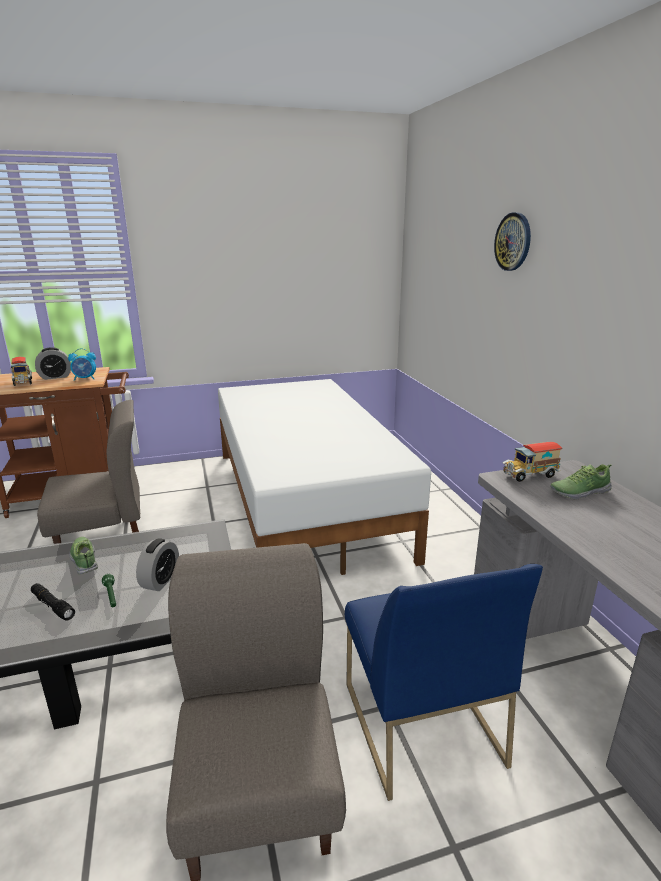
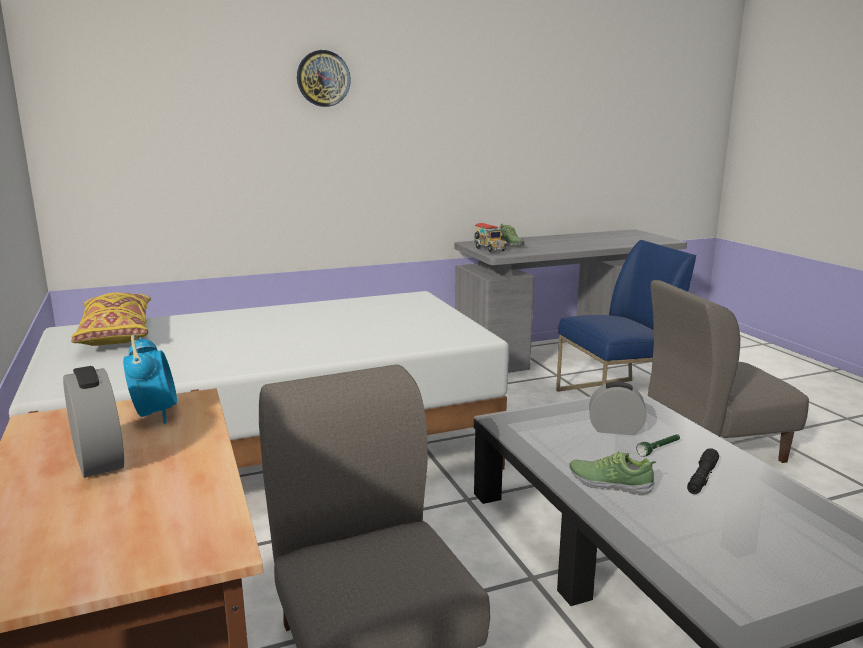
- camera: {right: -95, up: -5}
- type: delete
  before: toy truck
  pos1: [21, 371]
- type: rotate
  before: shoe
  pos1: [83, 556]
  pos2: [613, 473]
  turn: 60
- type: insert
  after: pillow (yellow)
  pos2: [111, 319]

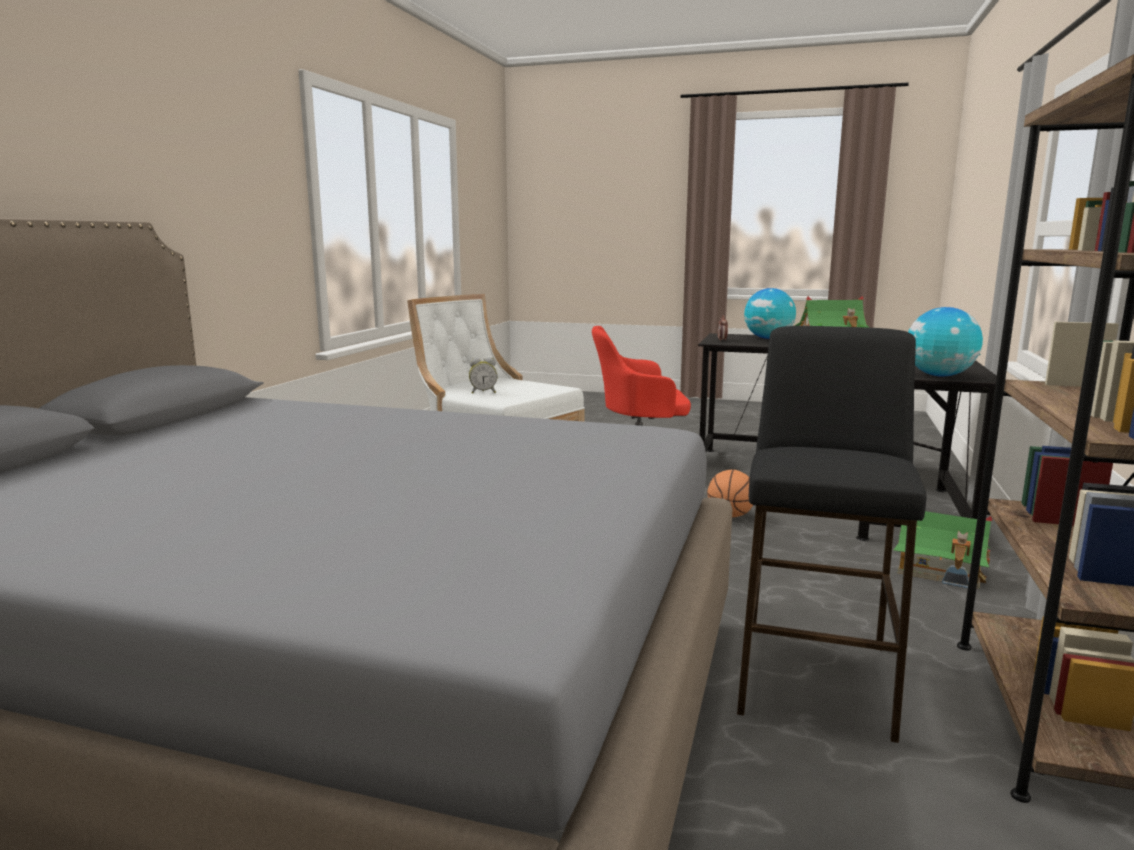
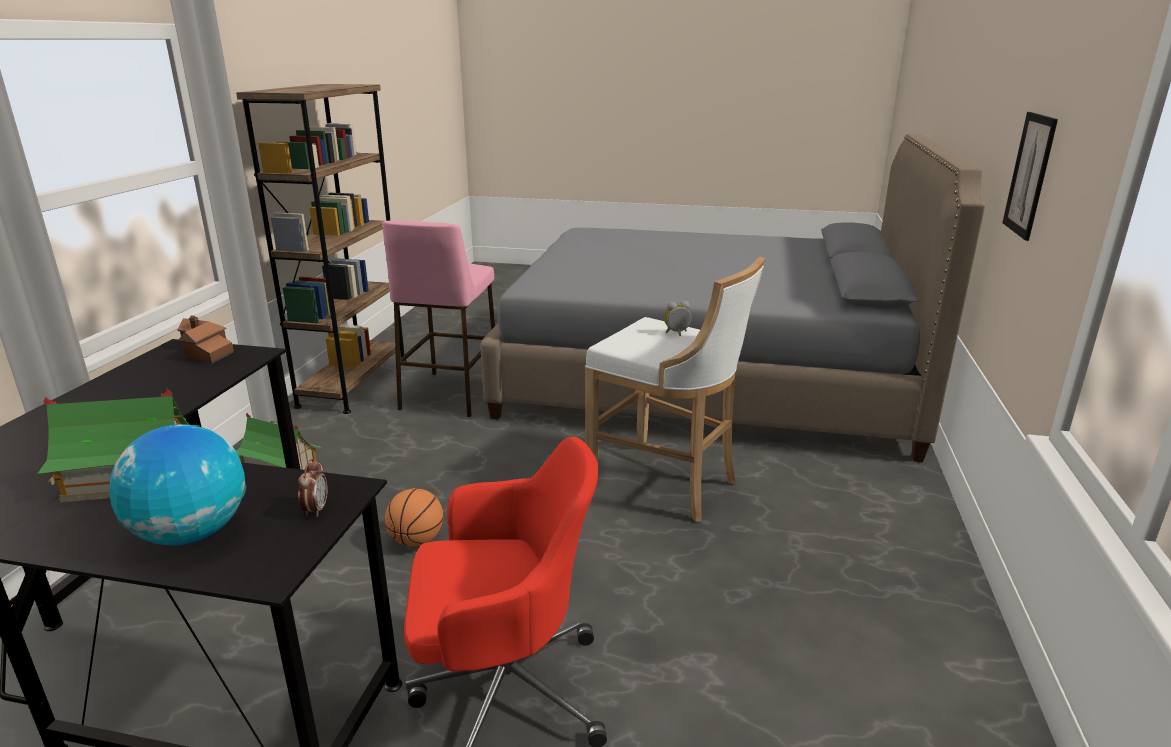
- camera: {right: 175, up: 10}
- type: replace
  before: globe
  after: toy house
  pos1: [945, 342]
  pos2: [205, 339]
- type: recolor
  before: stool (black)
  after: stool (pink)
  pos1: [831, 534]
  pos2: [438, 318]
- type: insert
  after: picture
  pos2: [1030, 176]

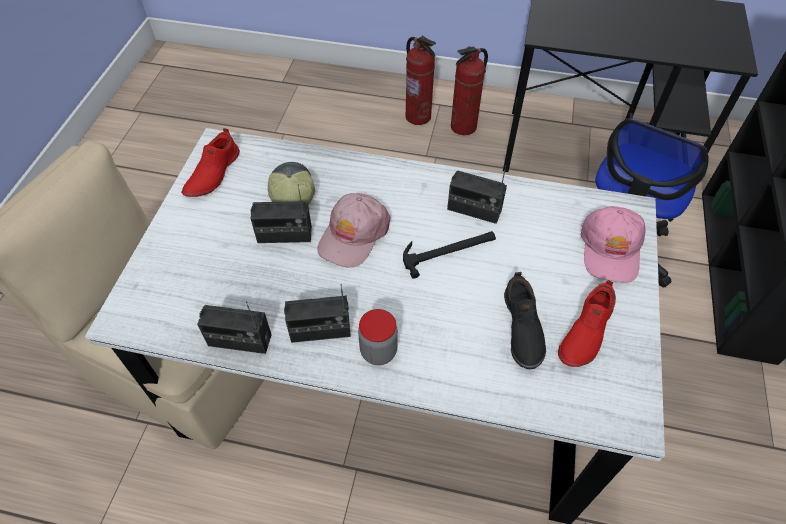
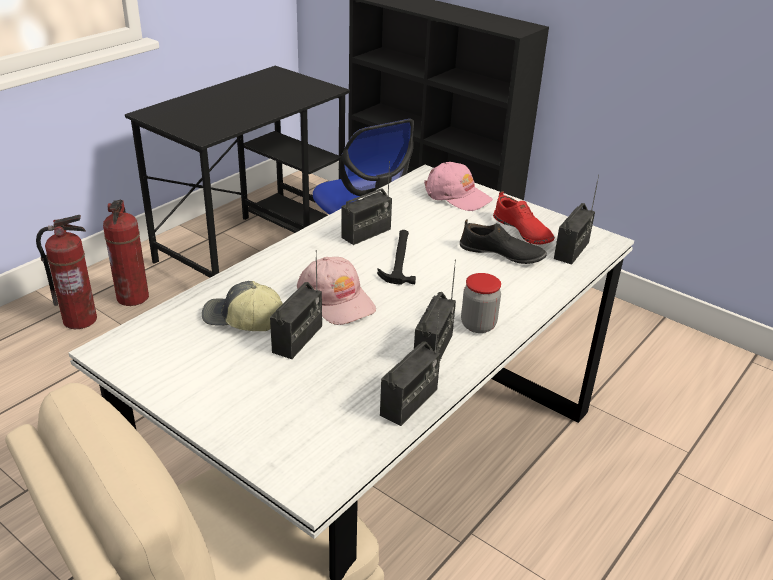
- camera: {right: -65, up: -20}
- type: delete
  before: shoe (red)
  pos1: [210, 162]
- type: insert
  after: radio
  pos2: [576, 220]

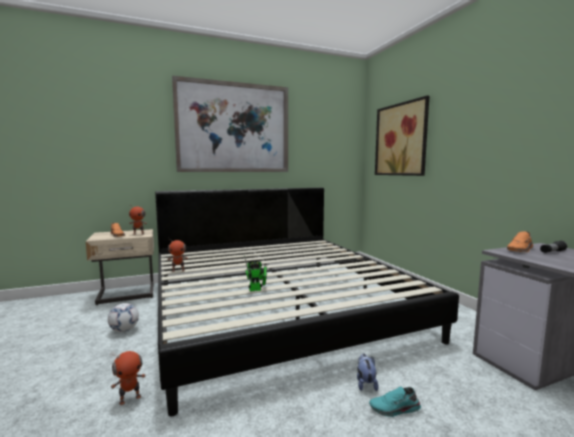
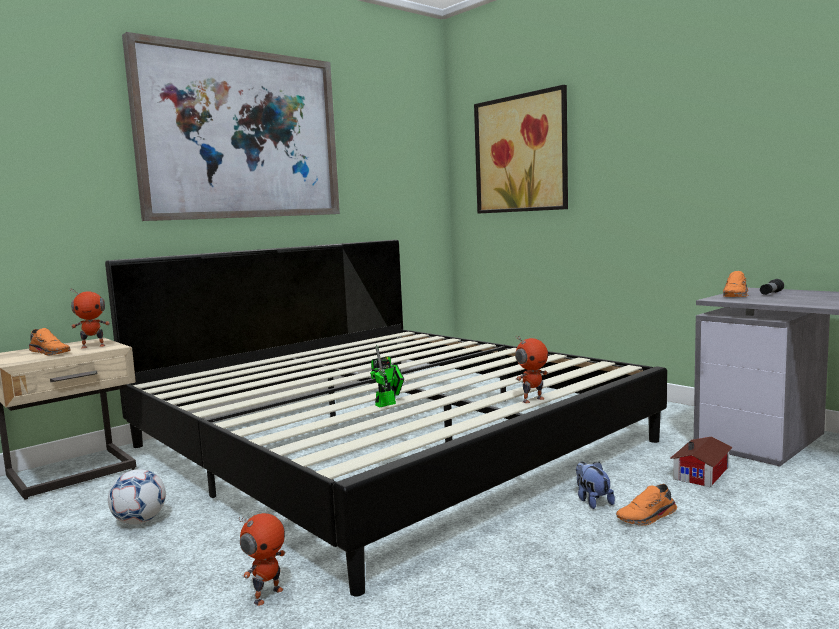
- camera: {right: -20, up: 0}
- type: move
  before: toy robot
  pos1: [177, 255]
  pos2: [531, 369]
- type: recolor
  before: shoe (turquoise)
  after: shoe (orange)
  pos1: [395, 401]
  pos2: [646, 505]
- type: insert
  after: toy house
  pos2: [701, 462]

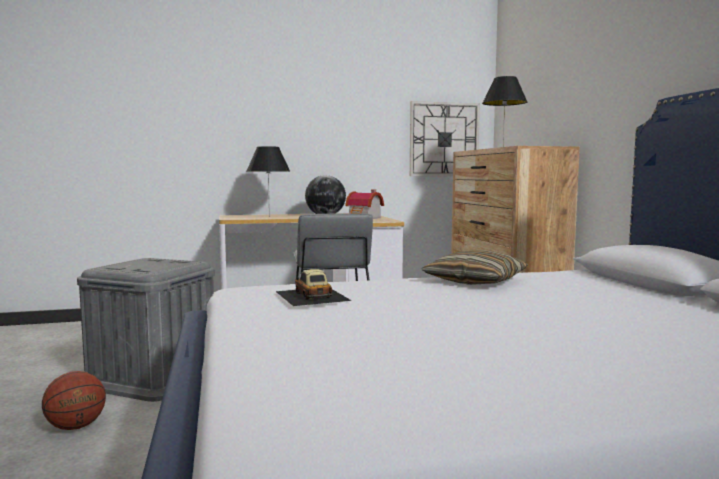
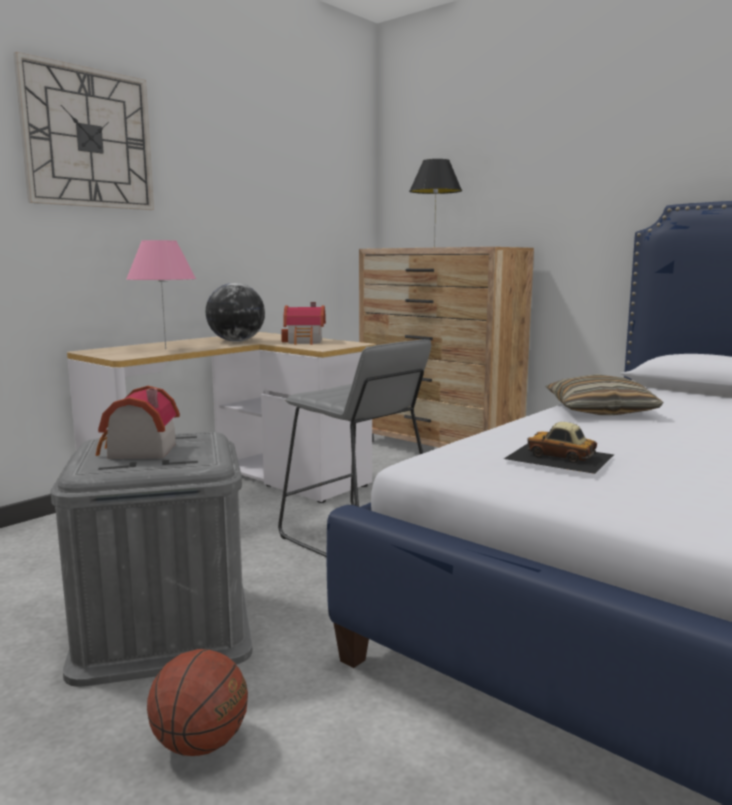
- camera: {right: -35, up: 5}
- type: move
  before: wall clock
  pos1: [445, 138]
  pos2: [84, 131]
- type: recolor
  before: table lamp (black)
  after: table lamp (pink)
  pos1: [268, 181]
  pos2: [161, 294]
- type: insert
  after: toy house
  pos2: [138, 422]

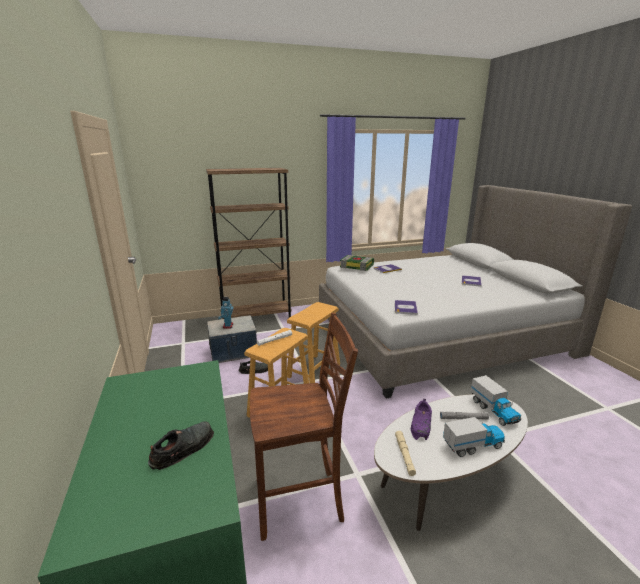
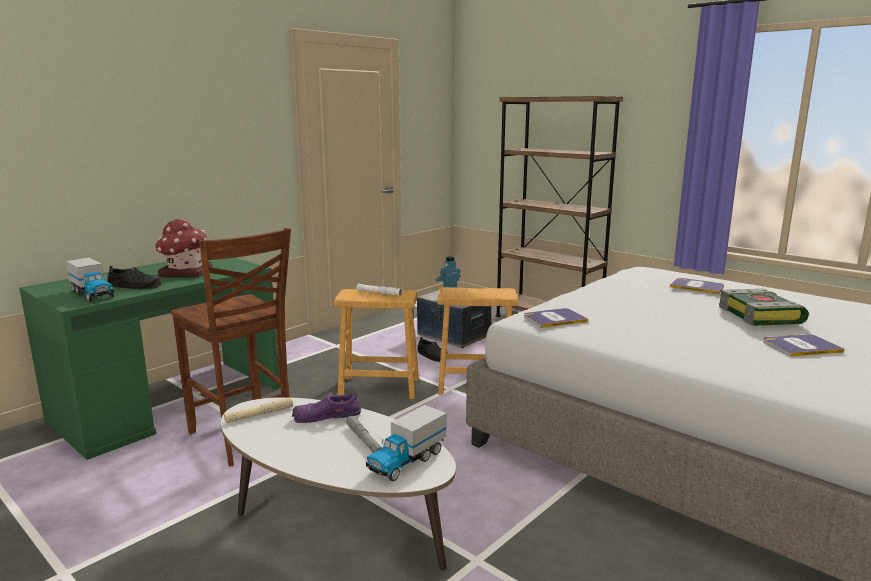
- camera: {right: 60, up: -5}
- type: move
  before: book
  pos1: [357, 263]
  pos2: [764, 307]
- type: move
  before: toy truck
  pos1: [474, 437]
  pos2: [90, 280]
- type: insert
  after: toy house
  pos2: [183, 247]

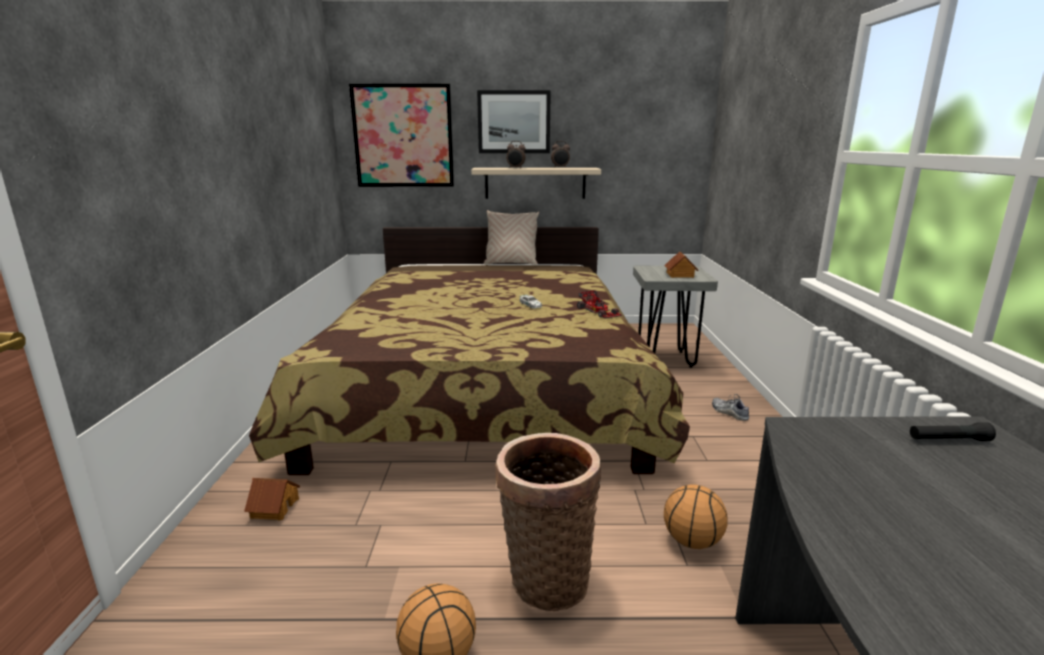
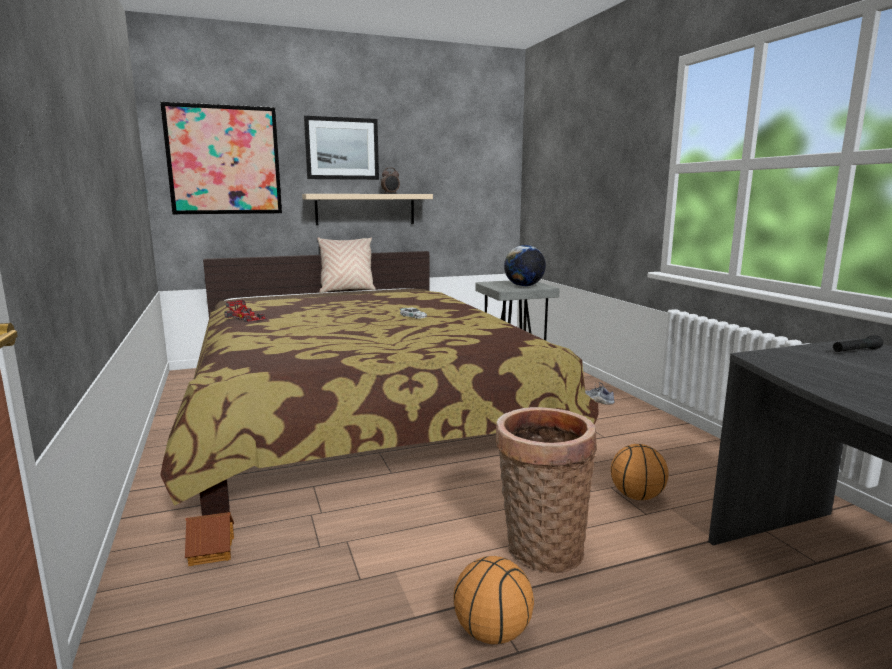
- camera: {right: -20, up: -5}
- type: delete
  before: alarm clock
  pos1: [516, 154]
- type: replace
  before: toy house
  after: globe
  pos1: [681, 264]
  pos2: [525, 266]
- type: move
  before: toy car
  pos1: [599, 304]
  pos2: [245, 311]

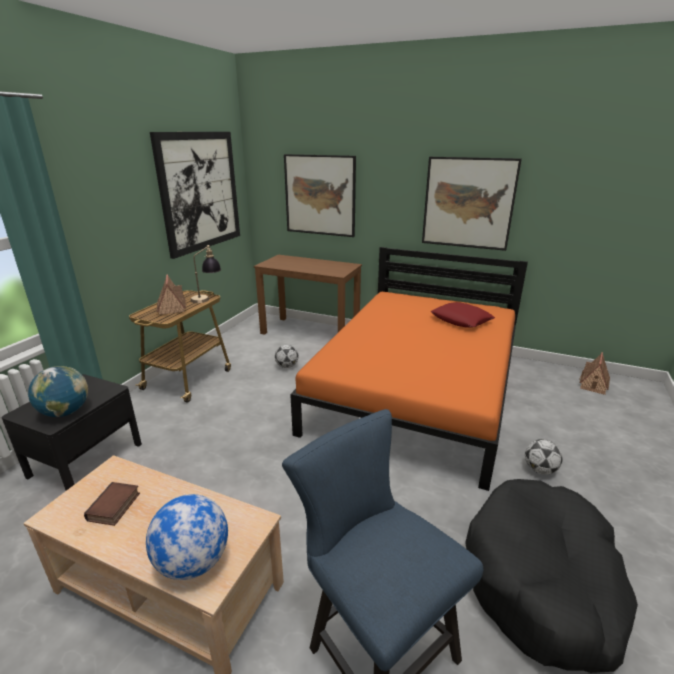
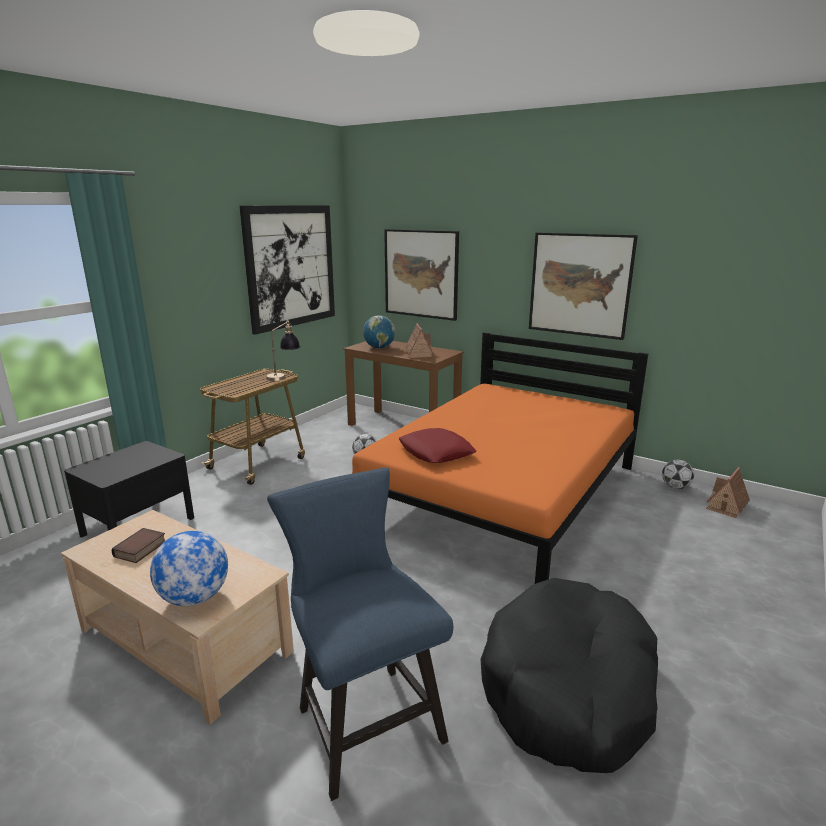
- camera: {right: 10, up: -5}
- type: move
  before: toy house
  pos1: [172, 295]
  pos2: [419, 341]
- type: move
  before: pillow (red)
  pos1: [463, 315]
  pos2: [438, 445]
- type: move
  before: globe
  pos1: [58, 391]
  pos2: [379, 332]
- type: move
  before: football
  pos1: [543, 457]
  pos2: [678, 474]

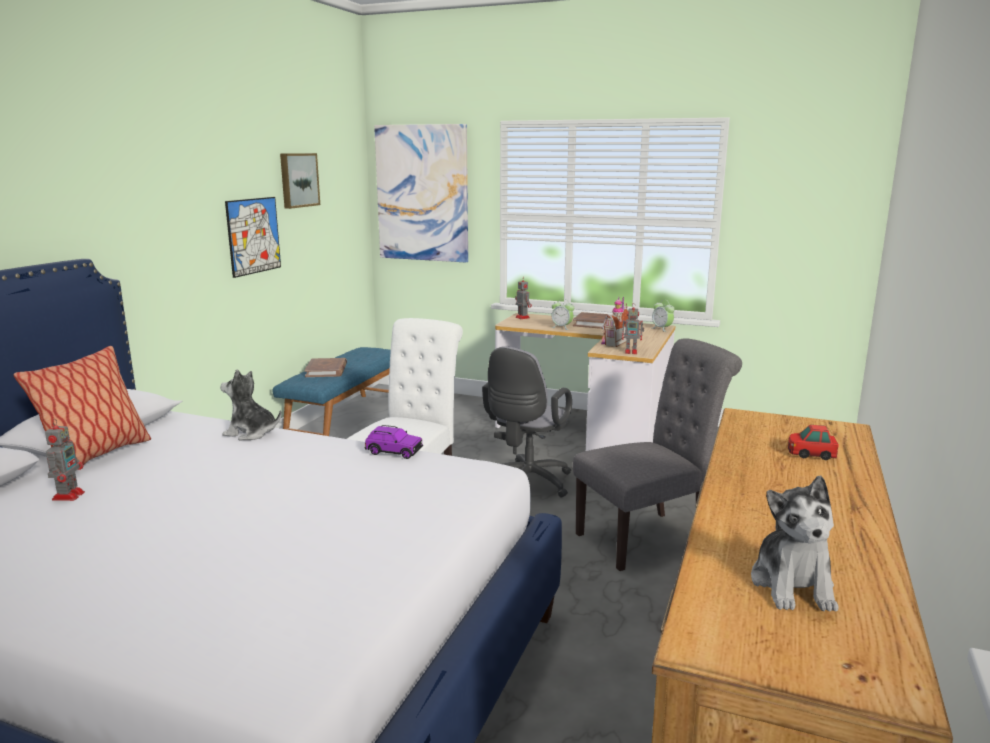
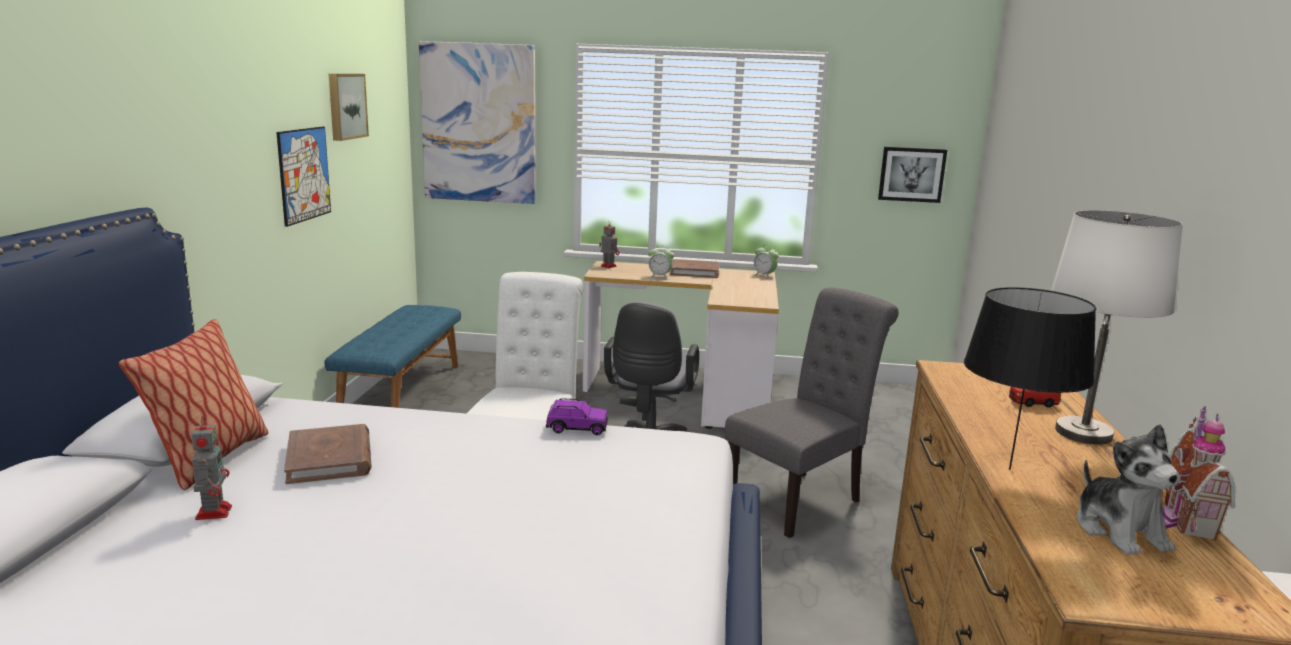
- camera: {right: -15, up: 0}
- type: move
  before: toy house
  pos1: [615, 322]
  pos2: [1199, 473]
- type: delete
  before: toy robot
  pos1: [633, 328]
- type: move
  before: book (brown)
  pos1: [326, 367]
  pos2: [328, 454]
- type: delete
  before: plush toy
  pos1: [251, 404]
- type: insert
  after: picture
  pos2: [912, 175]
- type: insert
  after: table lamp (white)
  pos2: [1117, 327]
- type: insert
  after: table lamp (black)
  pos2: [1030, 378]

